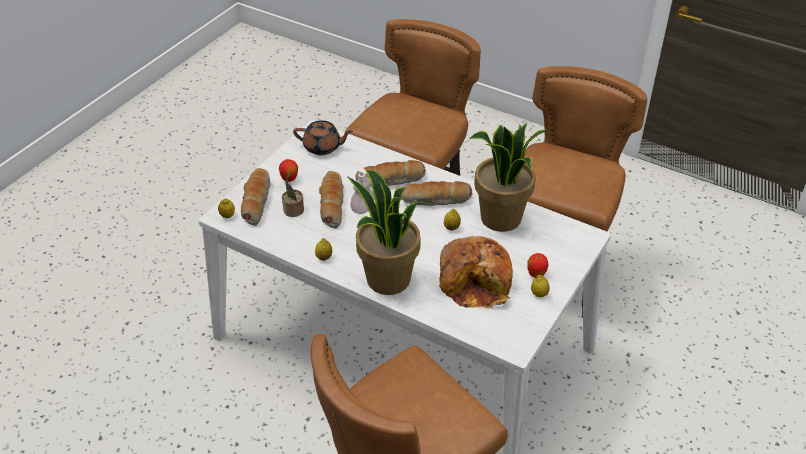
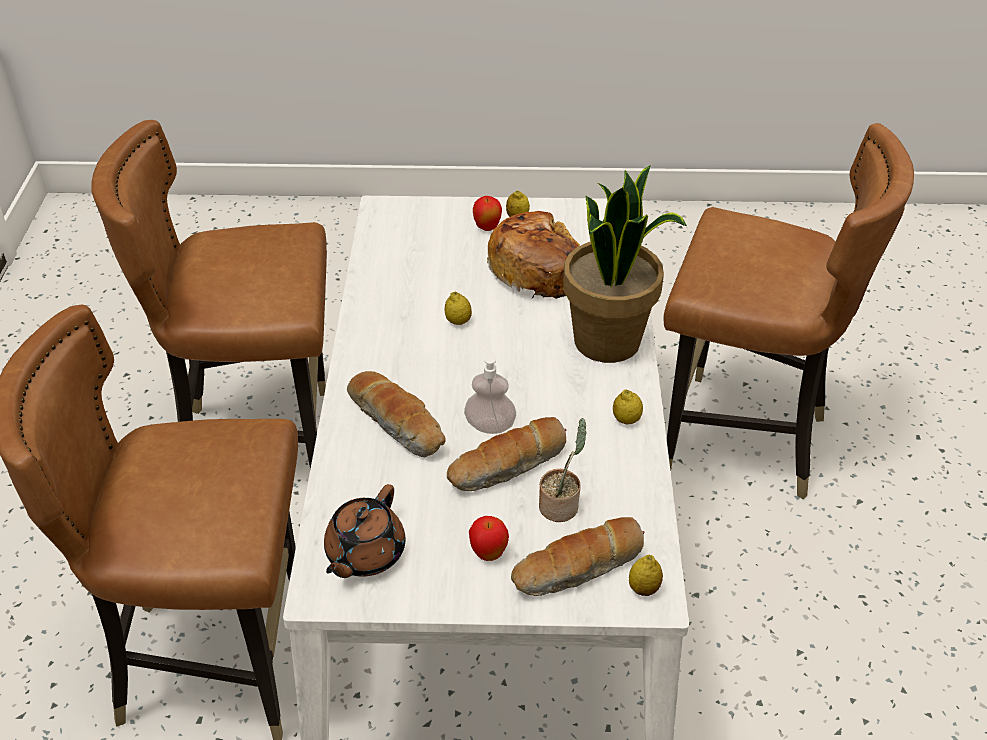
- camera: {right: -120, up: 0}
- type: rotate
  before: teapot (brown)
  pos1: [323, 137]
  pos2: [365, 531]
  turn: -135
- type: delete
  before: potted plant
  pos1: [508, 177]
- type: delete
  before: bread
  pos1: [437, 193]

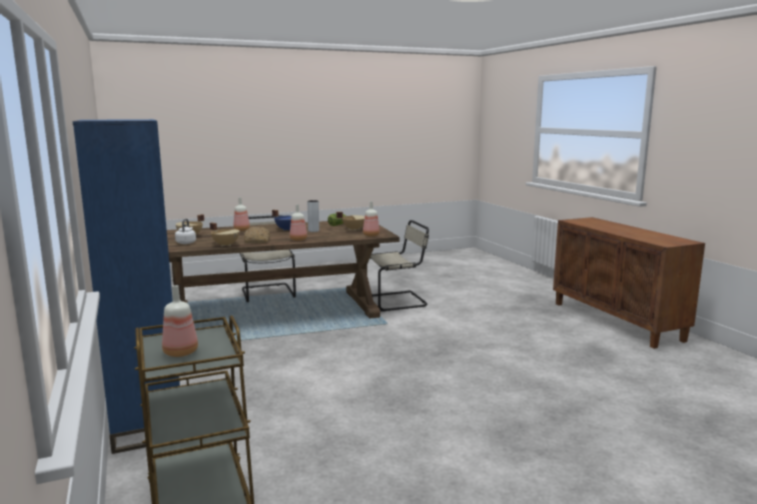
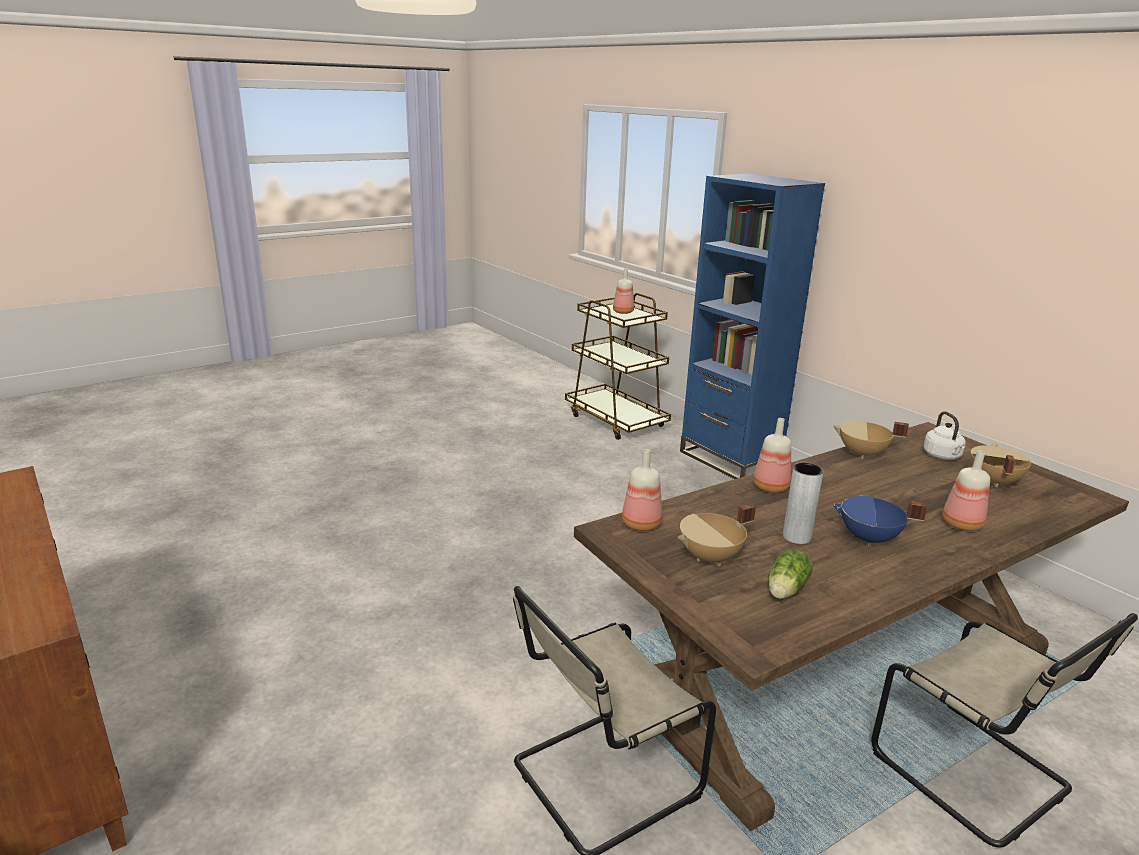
- camera: {right: 165, up: 10}
- type: delete
  before: bread
  pos1: [257, 234]

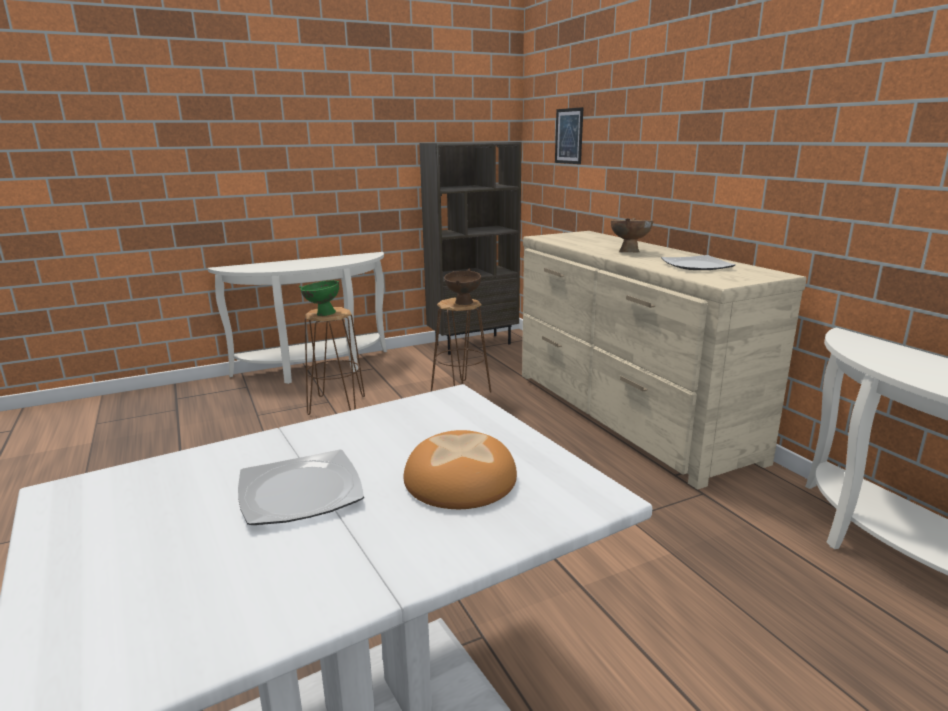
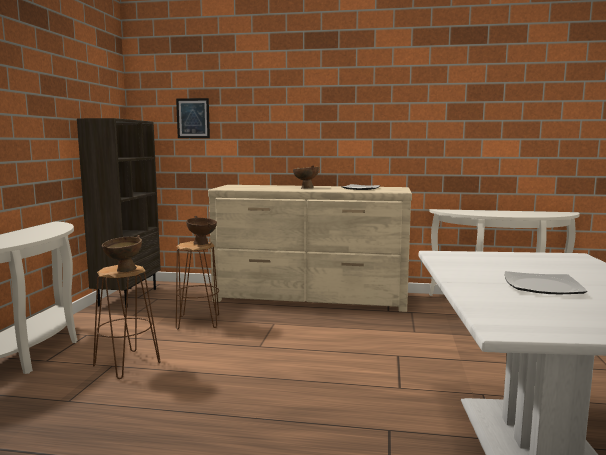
- camera: {right: -55, up: -10}
- type: recolor
  before: bowl (green)
  after: bowl (brown)
  pos1: [319, 298]
  pos2: [122, 253]
- type: delete
  before: bread
  pos1: [460, 469]

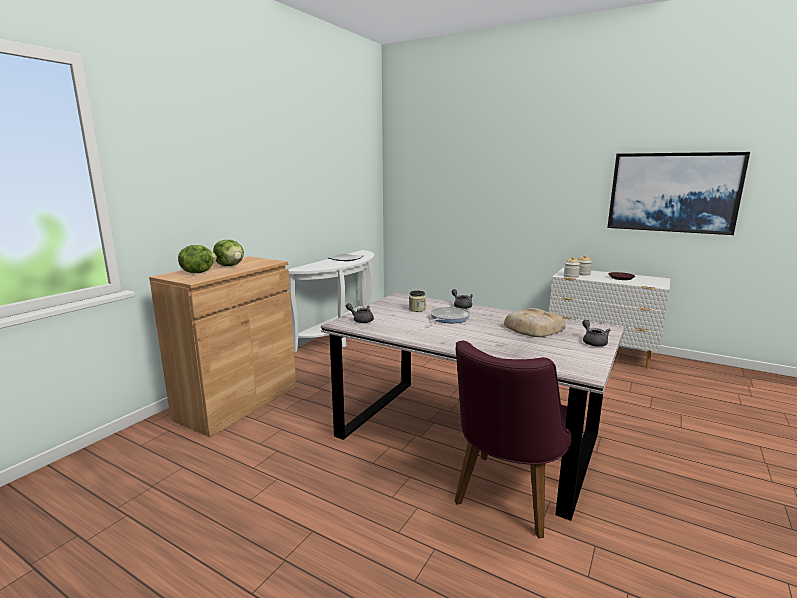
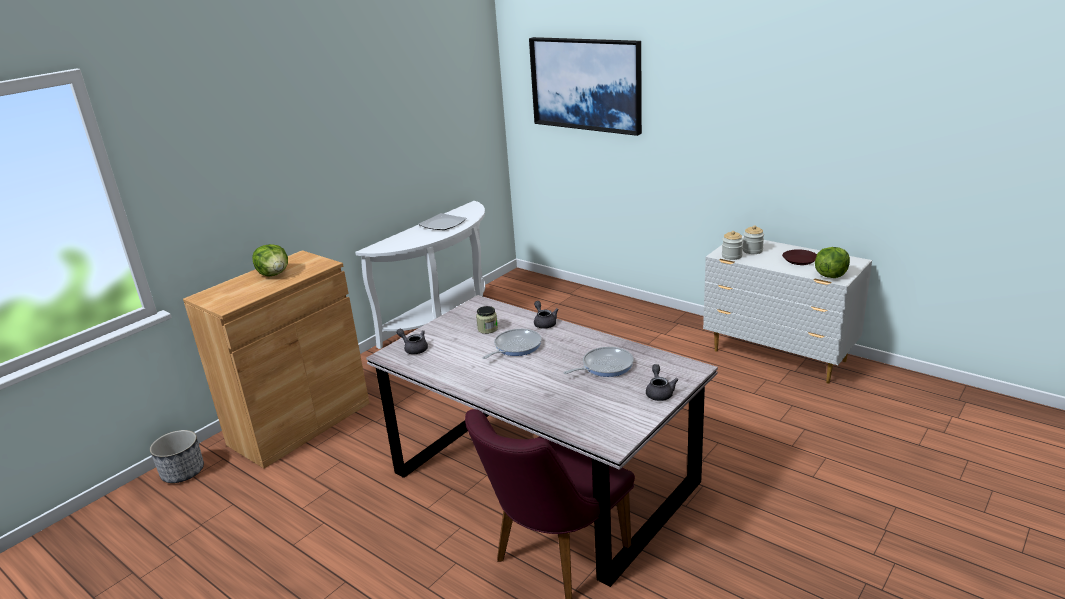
- camera: {right: 10, up: 10}
- type: move
  before: picture
  pos1: [678, 193]
  pos2: [585, 86]
- type: move
  before: lettuce
  pos1: [197, 259]
  pos2: [832, 262]
- type: replace
  before: bread
  after: frying pan
  pos1: [535, 322]
  pos2: [598, 362]
- type: insert
  after: planter
  pos2: [177, 456]

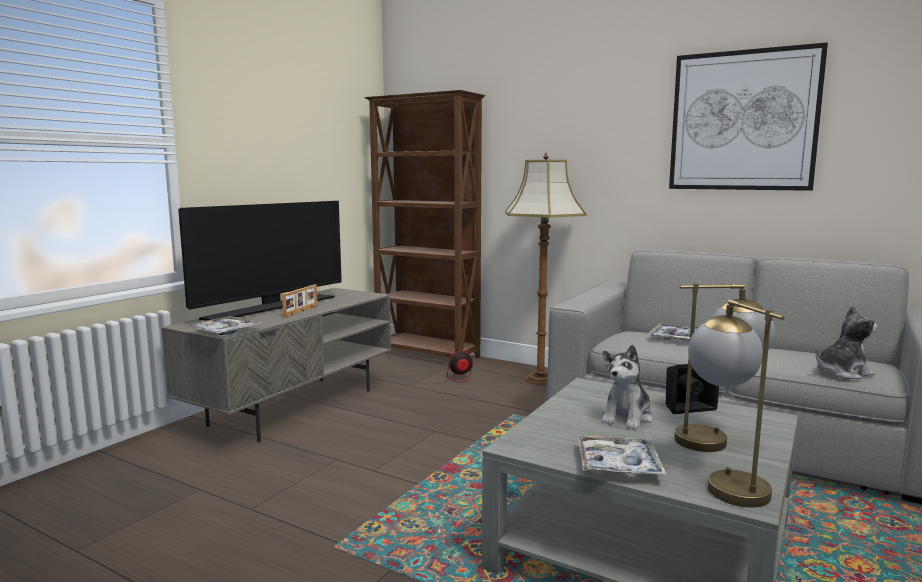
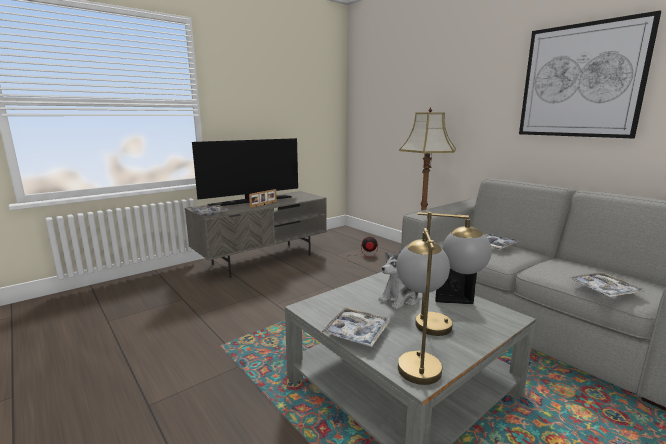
- camera: {right: 20, up: 5}
- type: delete
  before: bookcase (brown)
  pos1: [424, 224]
- type: replace
  before: plush toy
  after: tray
  pos1: [846, 342]
  pos2: [607, 284]

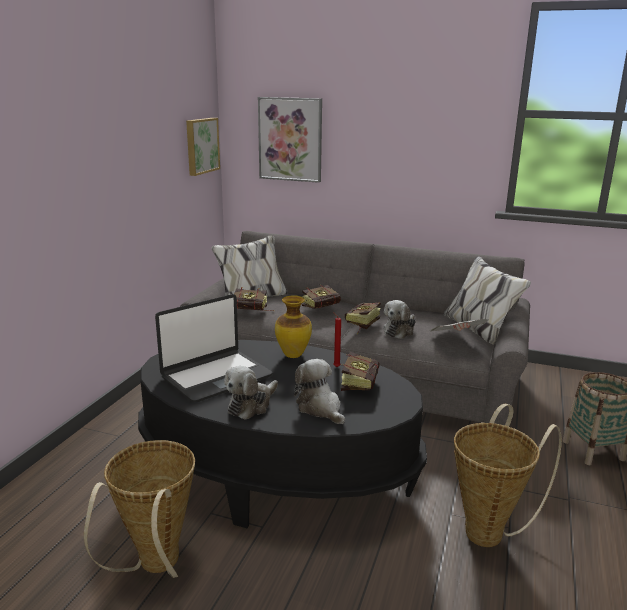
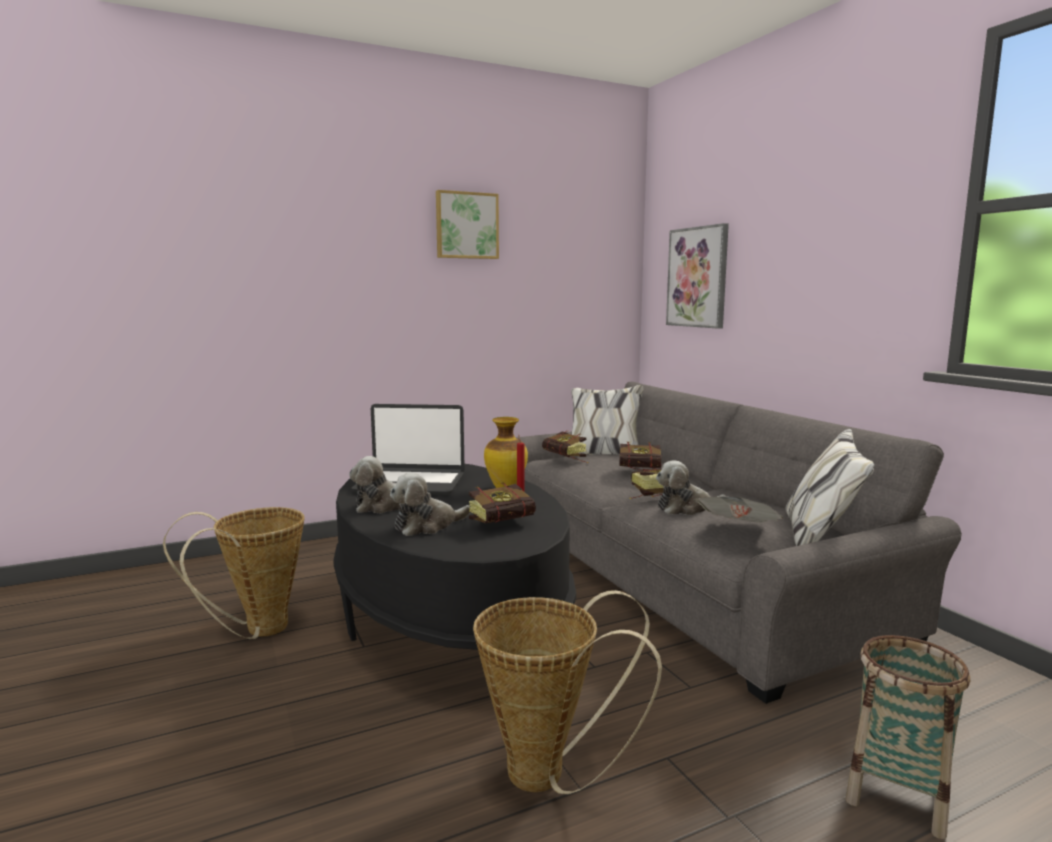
- camera: {right: 45, up: -10}
- type: move
  before: picture
  pos1: [203, 147]
  pos2: [467, 224]
- type: rotate
  before: plush toy
  pos1: [319, 391]
  pos2: [430, 504]
  turn: -135

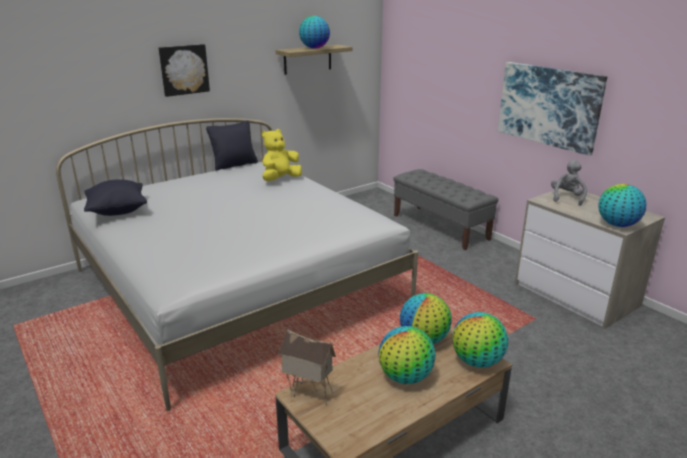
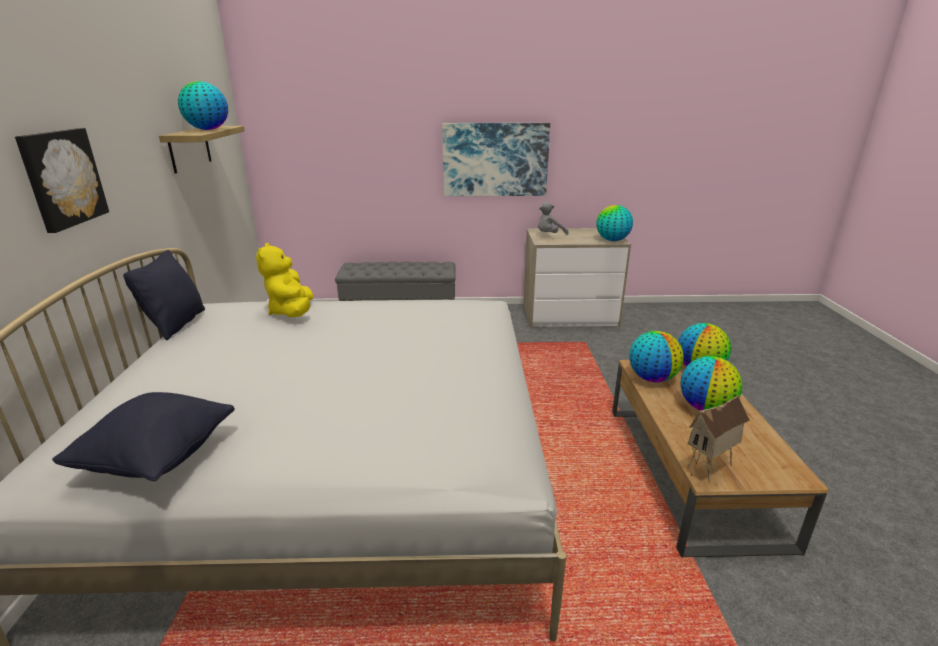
- camera: {right: -55, up: 0}
- type: rotate
  before: plush toy (grey)
  pos1: [569, 183]
  pos2: [553, 218]
  turn: -90

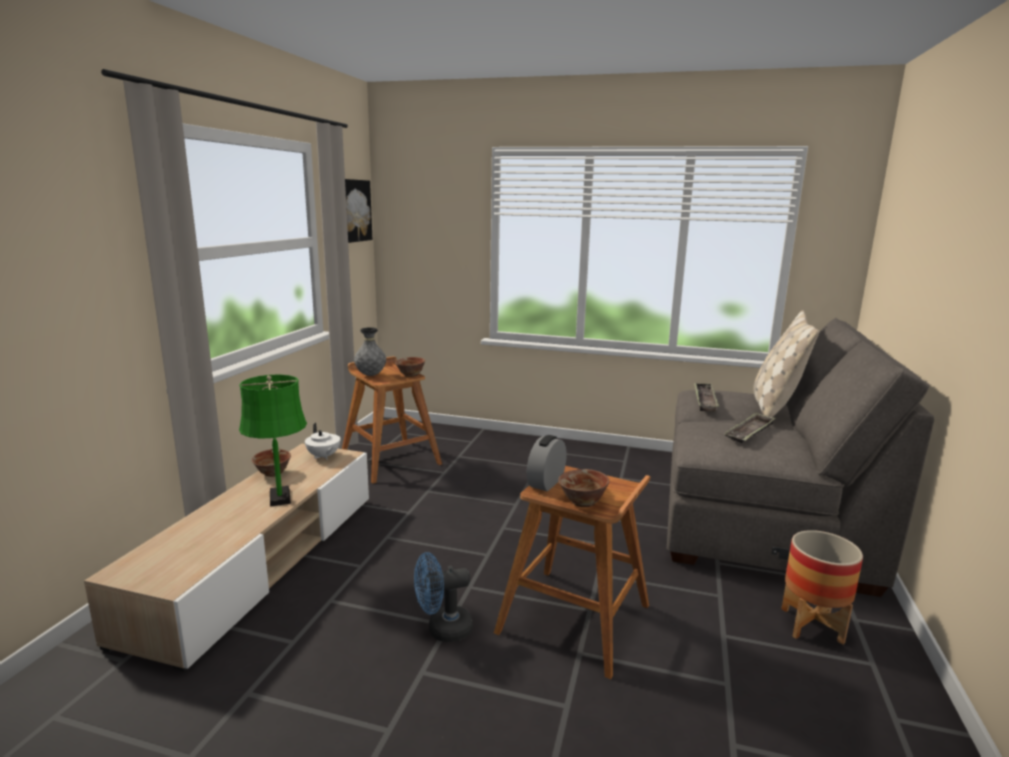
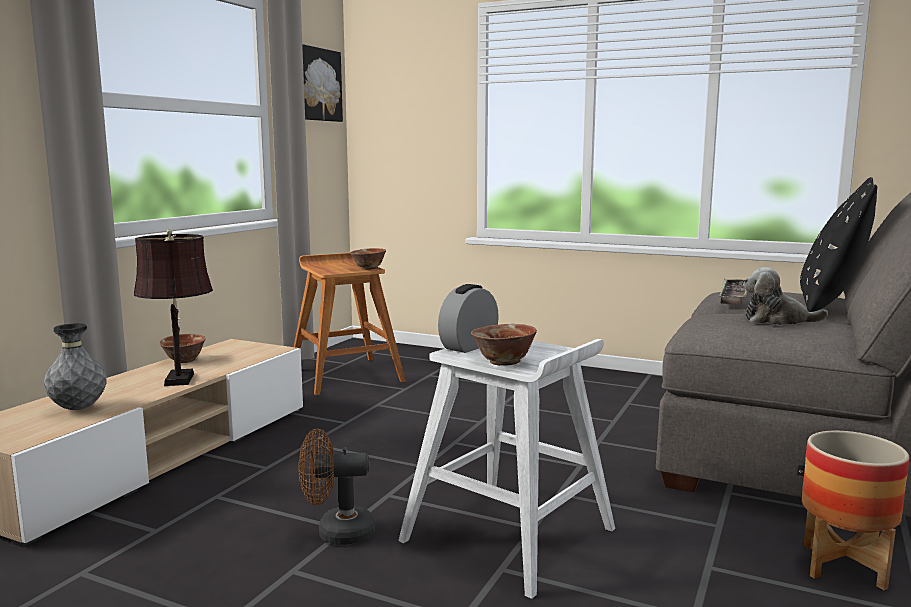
- camera: {right: 10, up: -5}
- type: recolor
  before: pillow (beige)
  after: pillow (black)
  pos1: [786, 363]
  pos2: [838, 244]
- type: move
  before: vase (grey)
  pos1: [370, 351]
  pos2: [75, 366]
- type: recolor
  before: table lamp (green)
  after: table lamp (brown)
  pos1: [273, 440]
  pos2: [173, 307]
- type: replace
  before: tray
  after: plush toy
  pos1: [749, 427]
  pos2: [785, 296]
- type: delete
  before: teapot (white)
  pos1: [322, 441]
- type: recolor
  before: stool (brown)
  after: stool (white)
  pos1: [572, 572]
  pos2: [506, 469]
- type: recolor
  before: fan (blue)
  after: fan (brown)
  pos1: [443, 597]
  pos2: [336, 487]

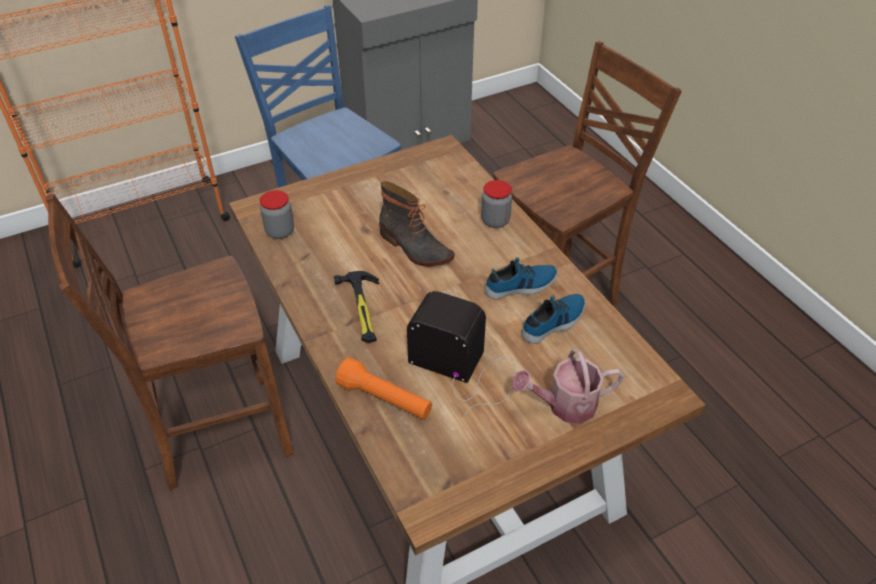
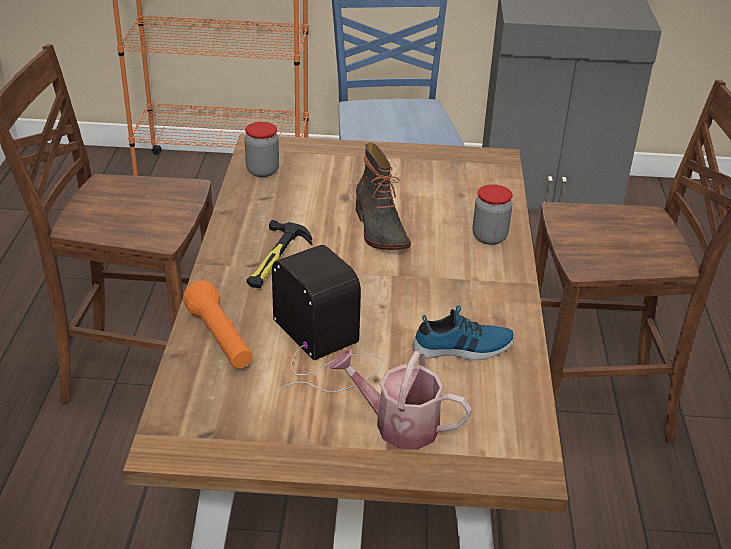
- camera: {right: 30, up: -10}
- type: delete
  before: shoe
  pos1: [521, 278]

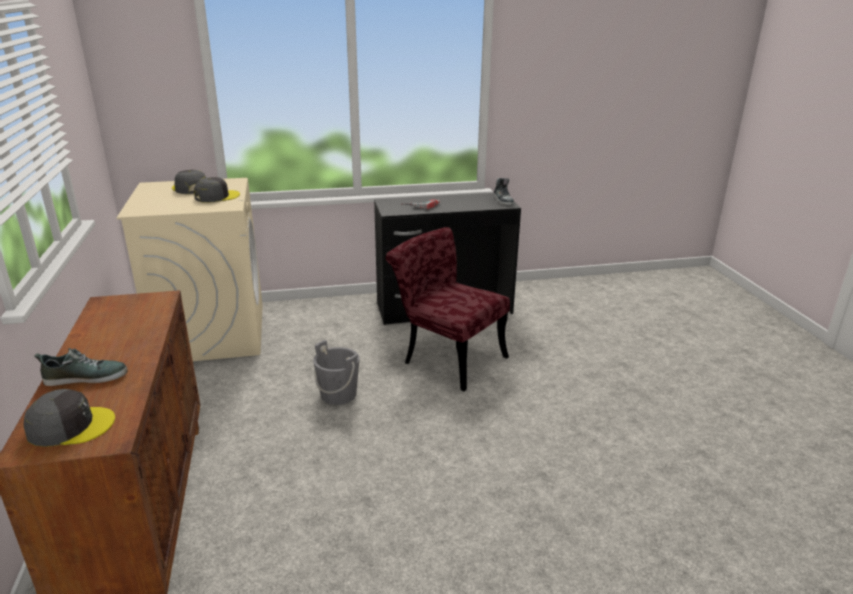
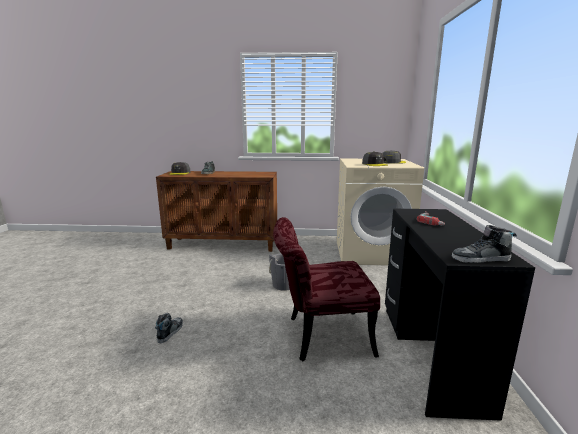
- camera: {right: 105, up: -10}
- type: rotate
  before: chair (red)
  pos1: [448, 309]
  pos2: [326, 289]
  turn: -150
- type: insert
  after: shoe
  pos2: [169, 328]

